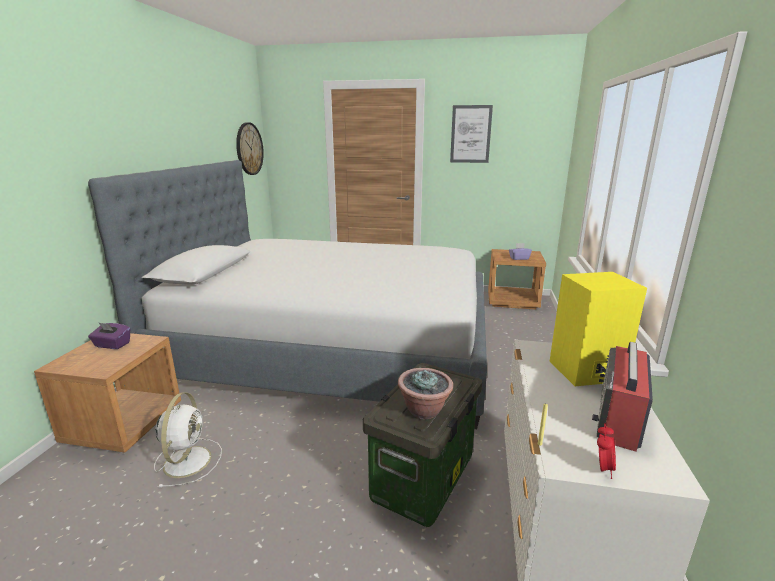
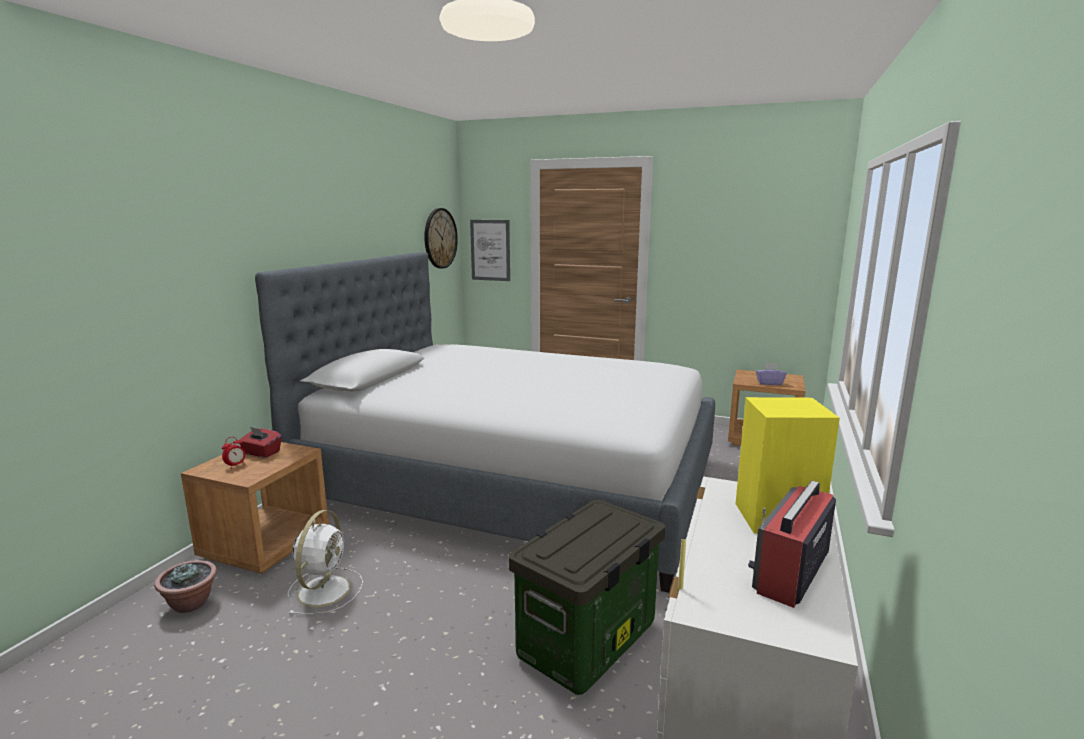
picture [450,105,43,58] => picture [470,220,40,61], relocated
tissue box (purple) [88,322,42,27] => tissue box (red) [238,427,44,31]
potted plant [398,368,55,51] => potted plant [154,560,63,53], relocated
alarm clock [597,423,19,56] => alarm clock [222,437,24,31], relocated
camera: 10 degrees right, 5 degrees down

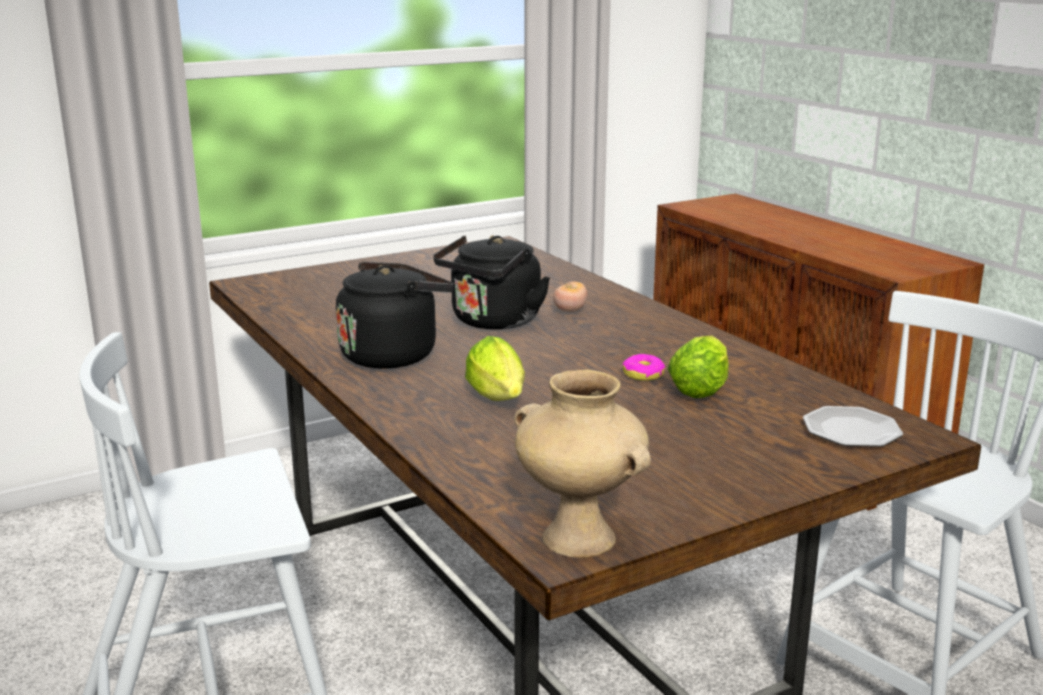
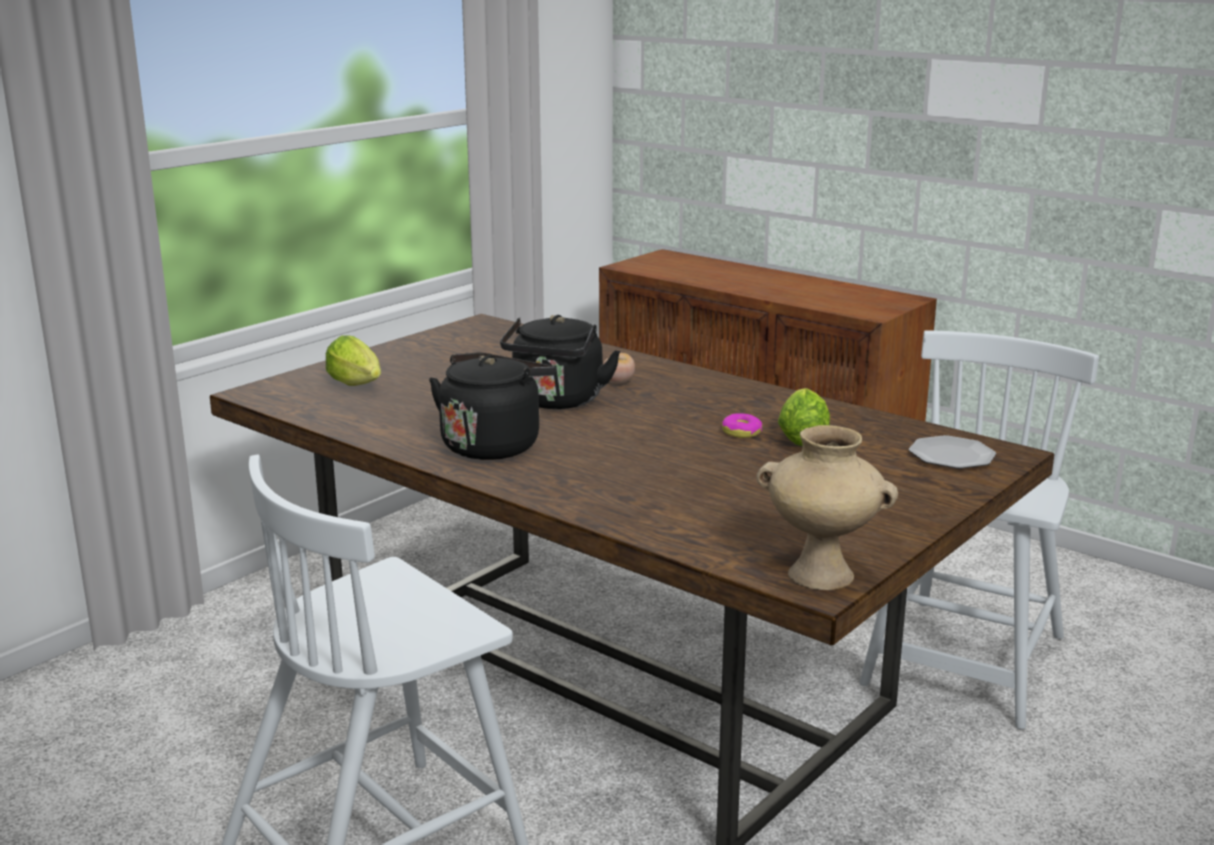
lettuce [465,336,60,65] => lettuce [326,335,55,51], relocated
camera: 20 degrees left, 0 degrees up

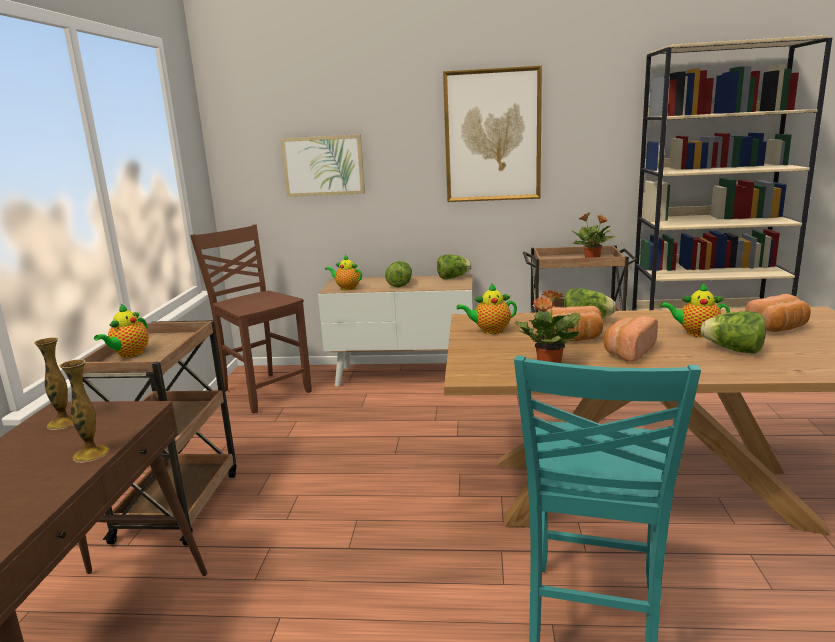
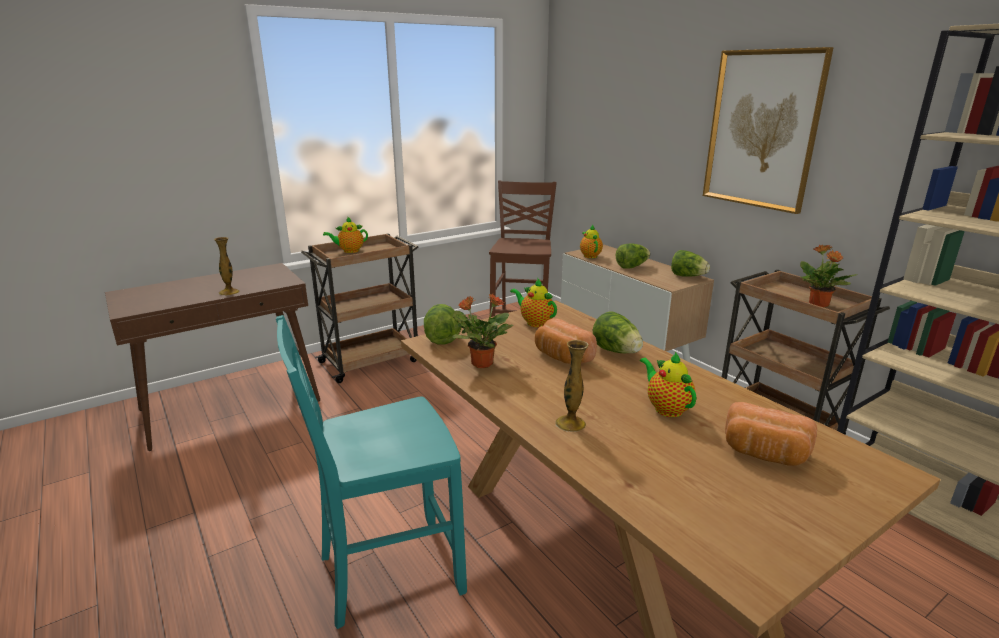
picture [281,134,84,63] => nothing
lettuce [701,311,65,43] => lettuce [424,304,37,41], relocated
bread [604,316,54,46] => nothing
vase [34,337,40,93] => vase [556,340,32,92], relocated
camera: 50 degrees right, 5 degrees up

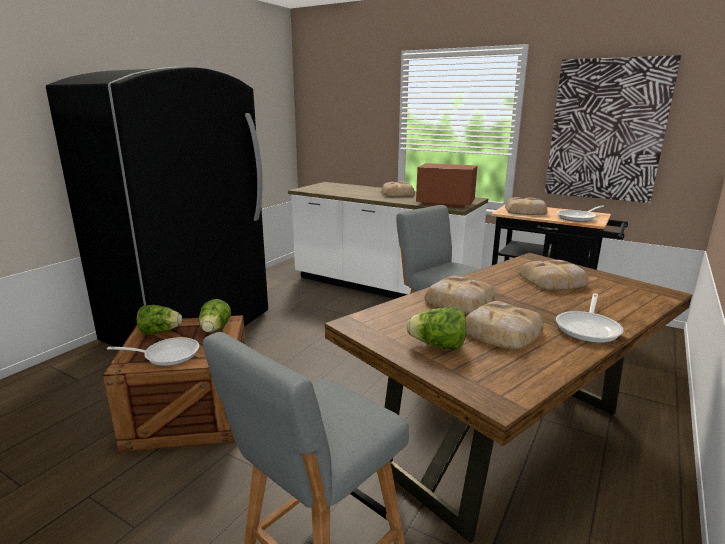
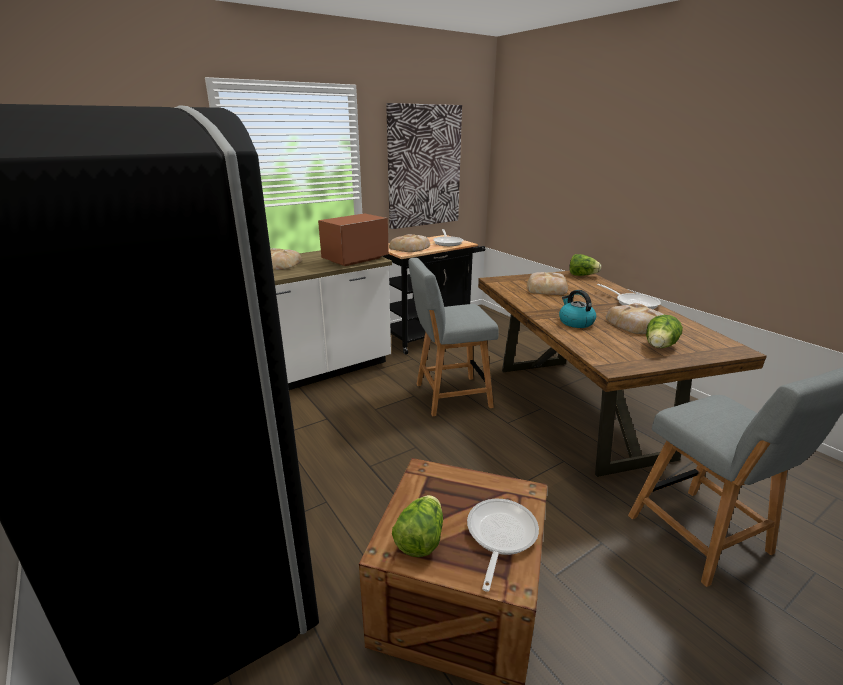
bread [425,276,70,38] => kettle [559,290,37,38]
lettuce [199,299,32,34] => lettuce [569,254,32,22], relocated
camera: 65 degrees left, 5 degrees up

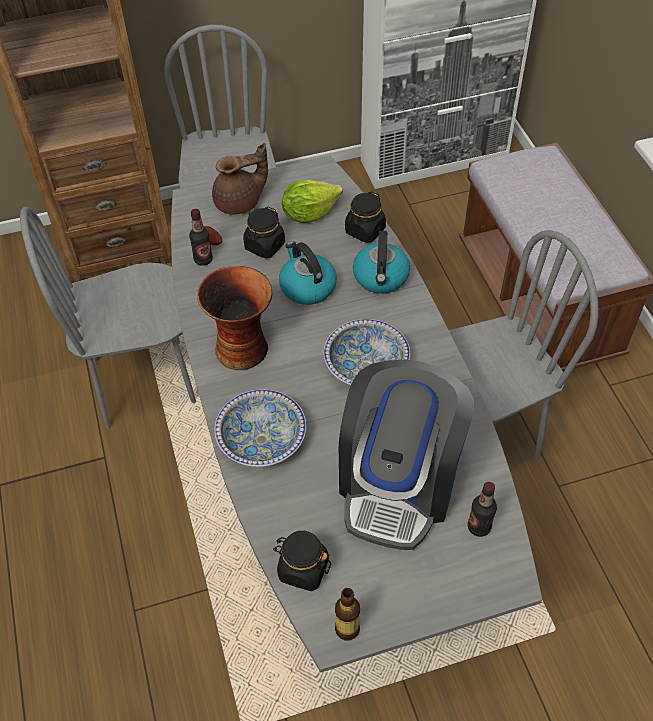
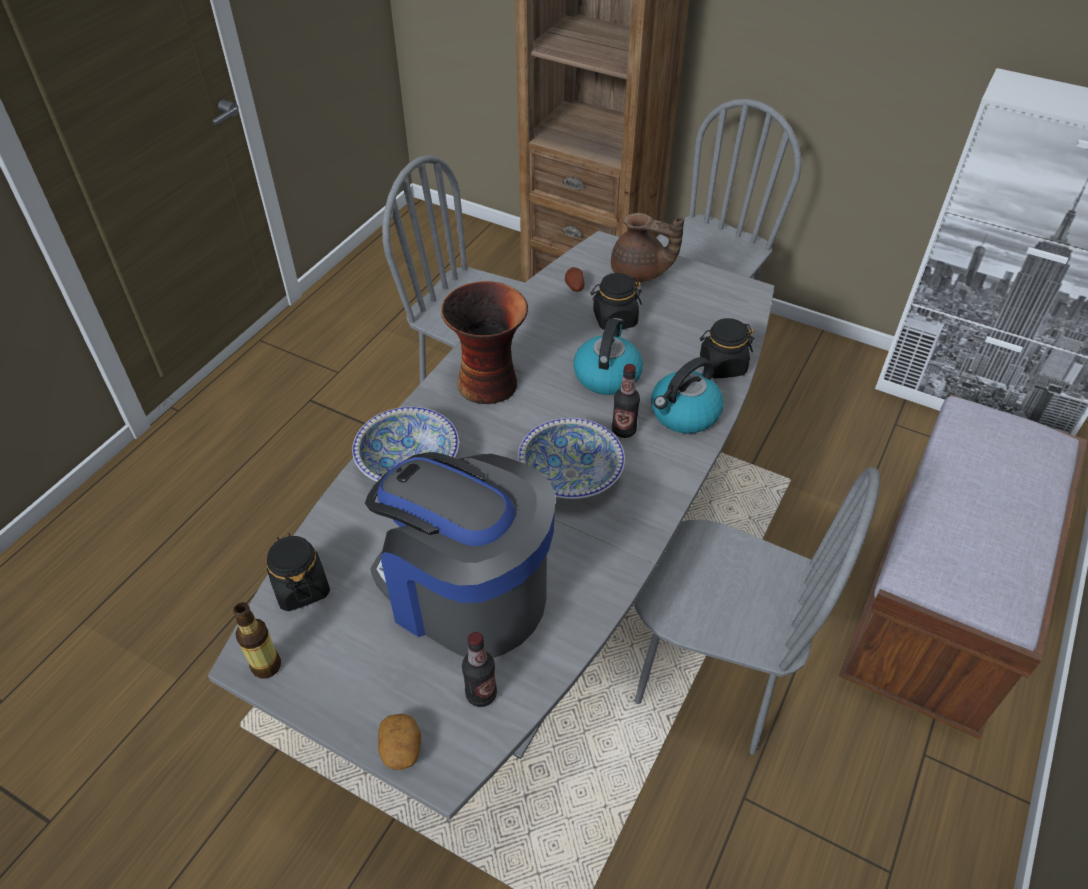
lettuce [282,180,61,43] => nothing
bottle [189,209,24,57] => bottle [612,364,28,74], relocated
coffee machine [339,360,135,190] => coffee machine [365,452,190,206], 60 degrees clockwise
nothing => potato [378,714,43,56]
camera: 45 degrees right, 5 degrees down

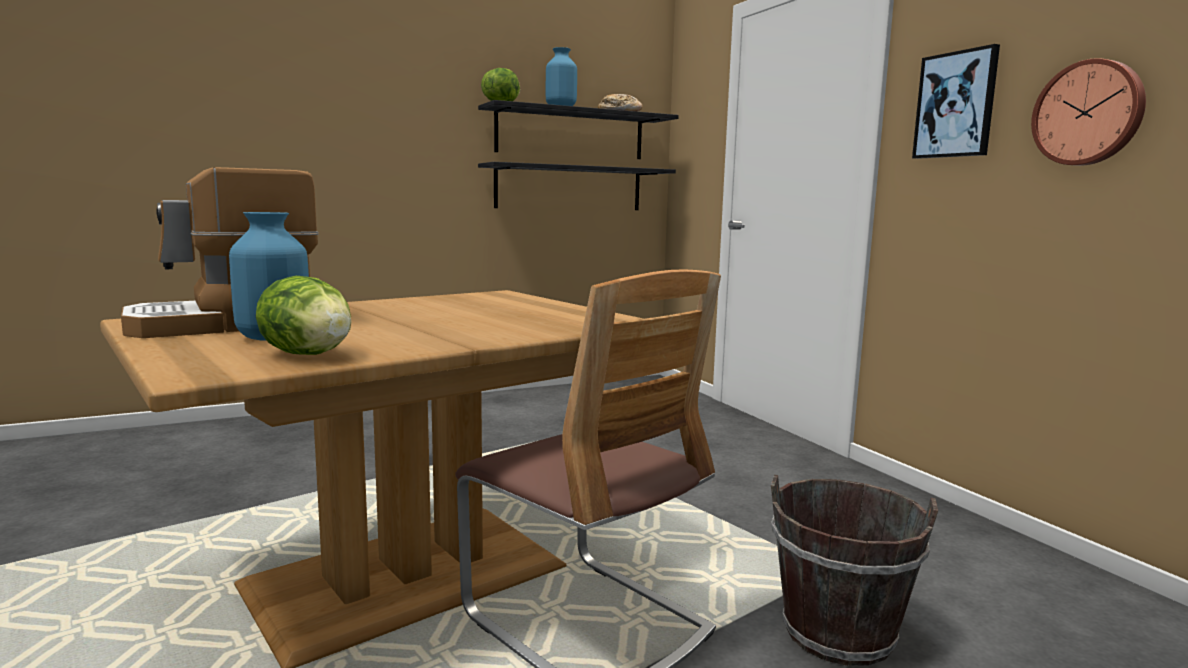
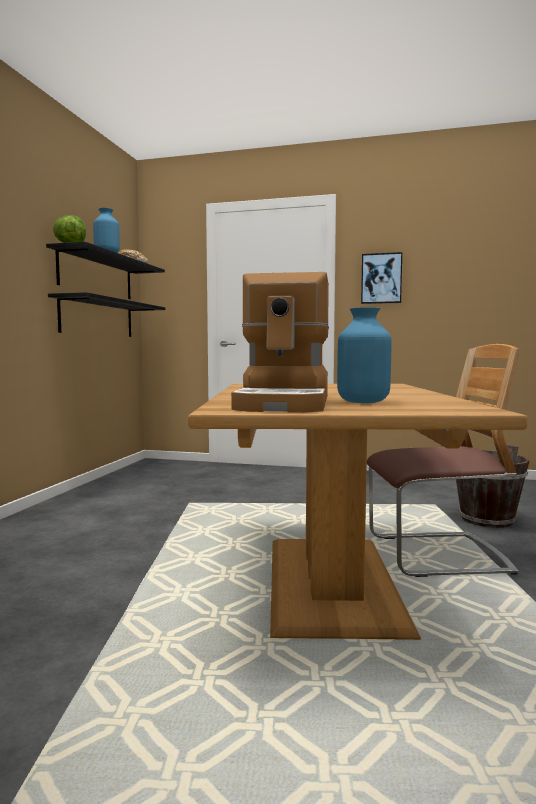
wall clock [1031,58,115,108] => nothing
lettuce [256,276,95,79] => nothing
camera: 50 degrees left, 5 degrees down

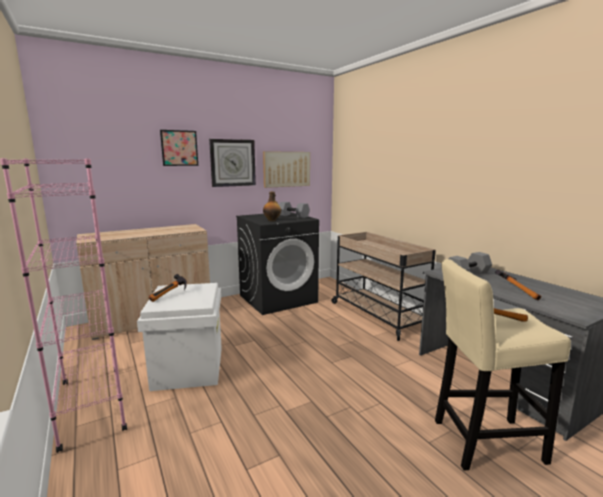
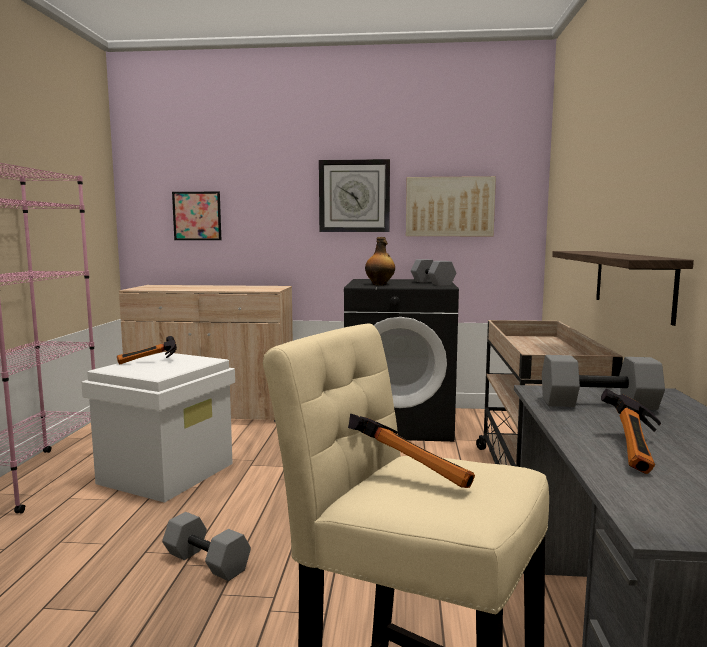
picture [160,130,38,36] => picture [172,192,49,48], relocated
nothing => shelf [552,251,142,75]
nothing => dumbbell (grey) [162,512,89,69]
camera: 35 degrees right, 5 degrees down

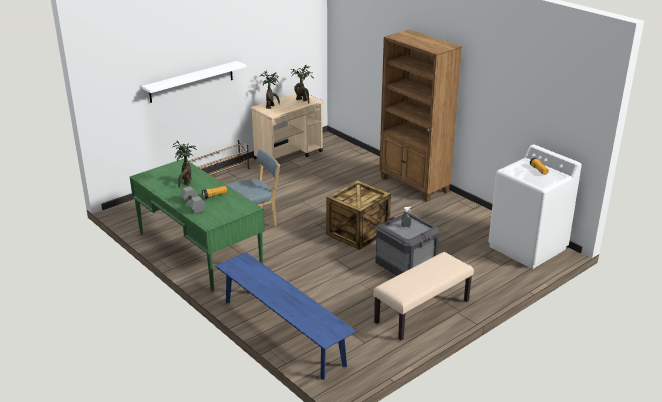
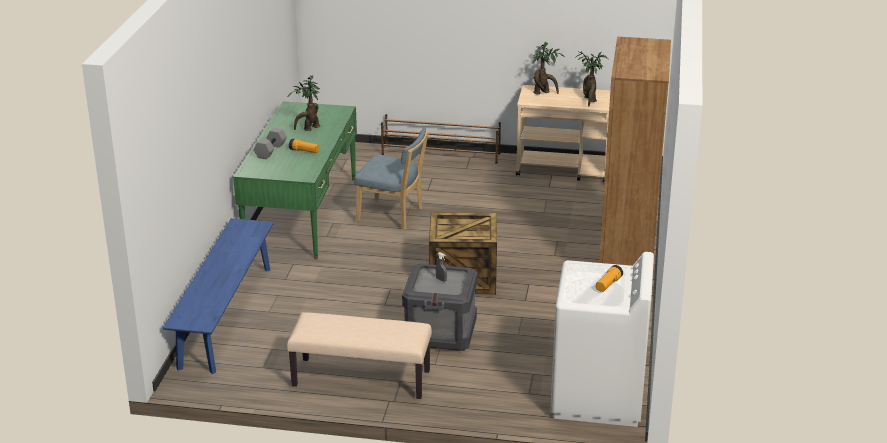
shelf (white) [142,61,104,42] => nothing
camera: 50 degrees right, 0 degrees up

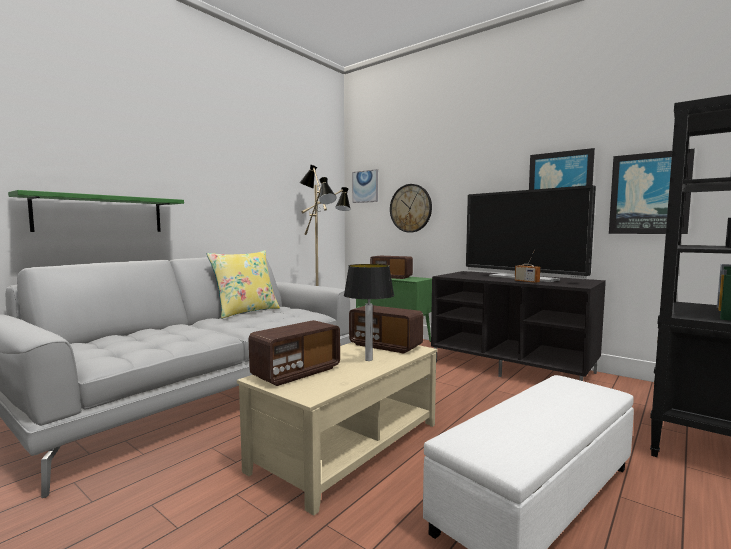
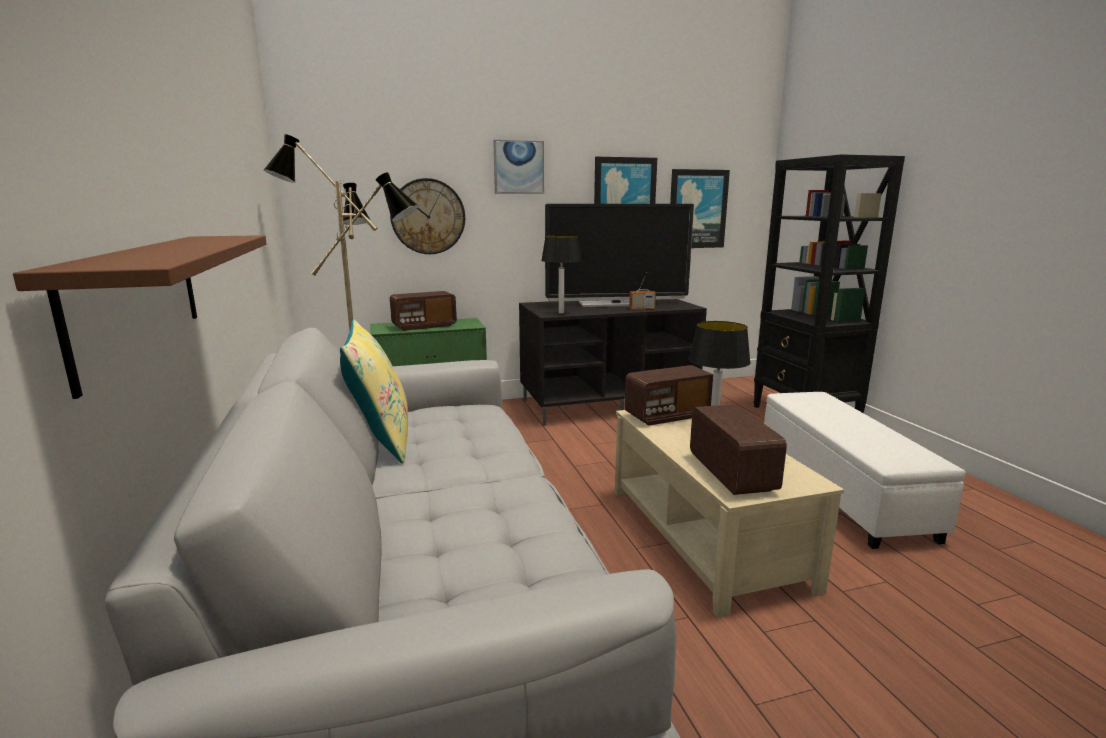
picture [352,169,26,34] => picture [493,140,51,54], relocated
shelf (green) [8,190,176,42] => shelf (brown) [13,235,254,164]
nothing => table lamp [541,235,41,79]
camera: 55 degrees left, 10 degrees up

